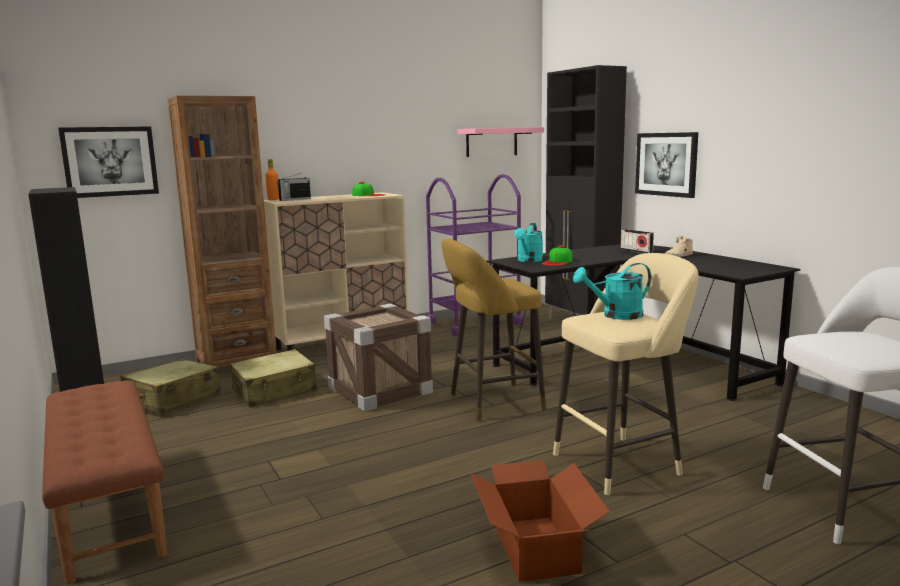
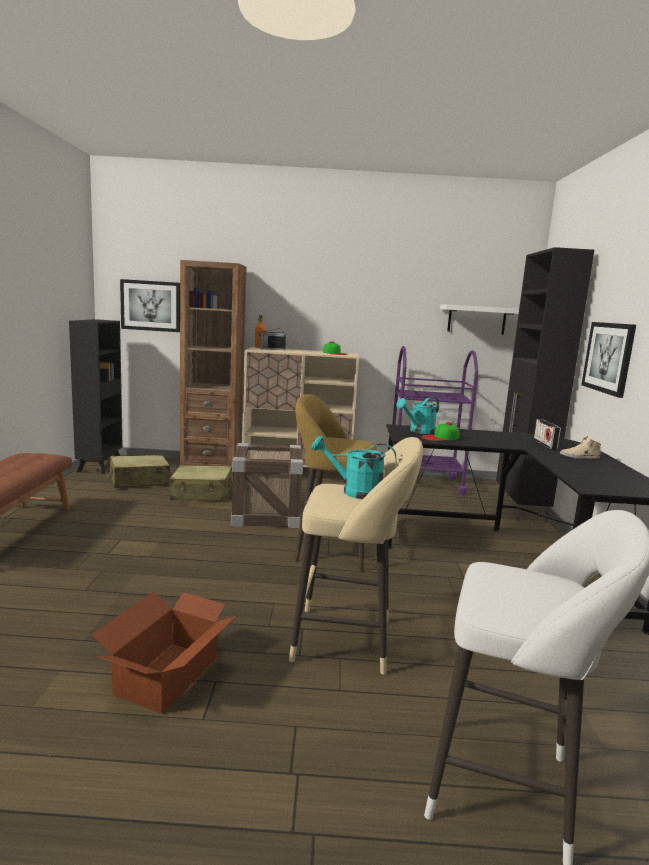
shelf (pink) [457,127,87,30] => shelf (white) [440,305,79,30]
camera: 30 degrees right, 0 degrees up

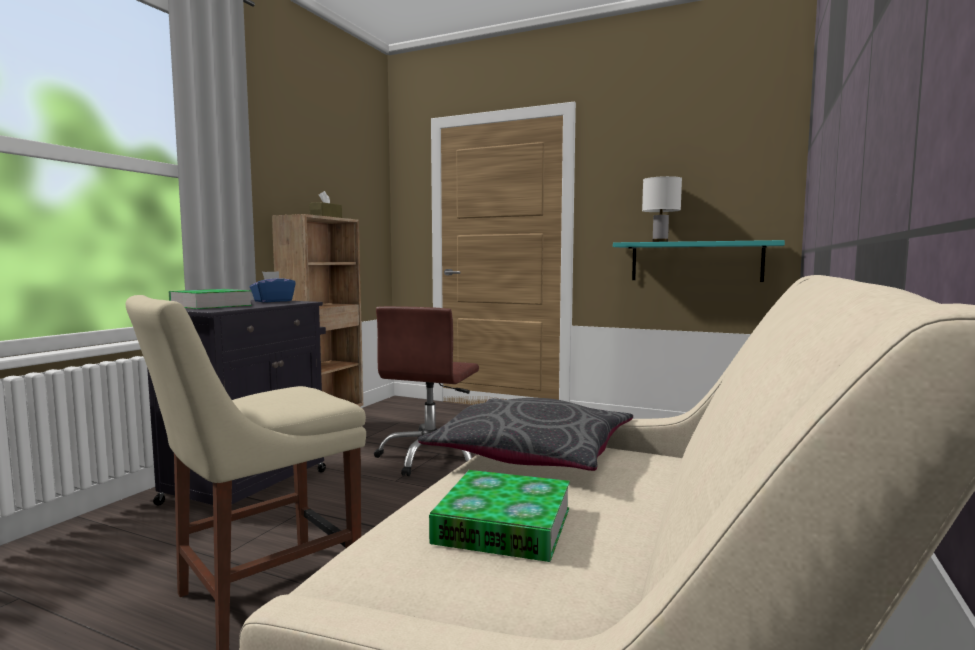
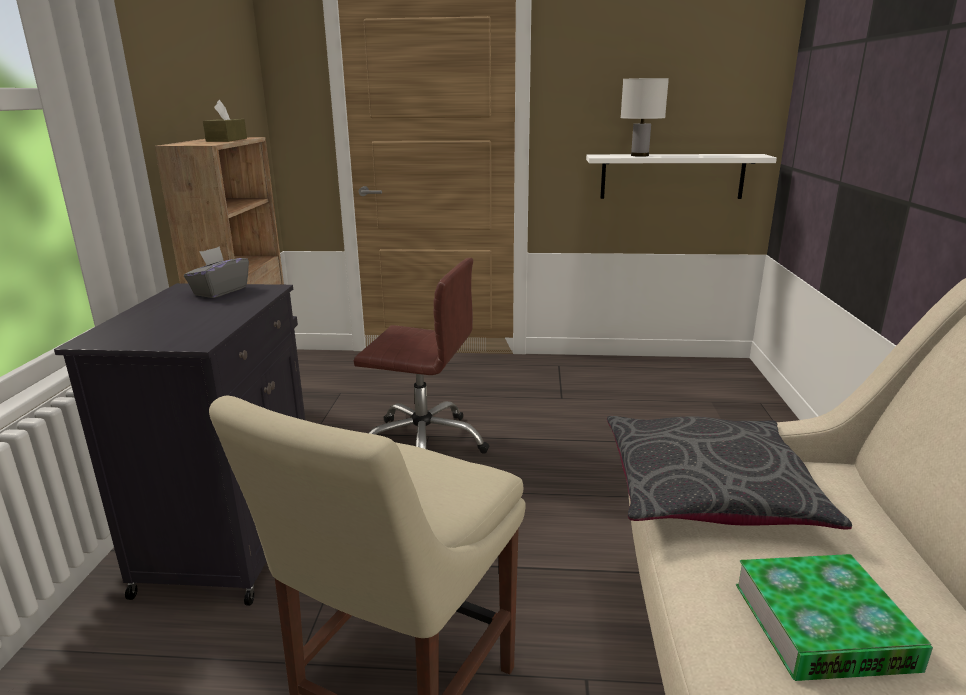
shelf (turquoise) [613,240,172,42] => shelf (white) [586,154,191,45]
tissue box (blue) [250,271,46,31] => tissue box (grey) [184,246,65,52]
book [169,289,83,20] => nothing
office chair (brown) [374,306,105,170] => office chair (brown) [354,258,135,196], 75 degrees counterclockwise
camera: 20 degrees left, 15 degrees up

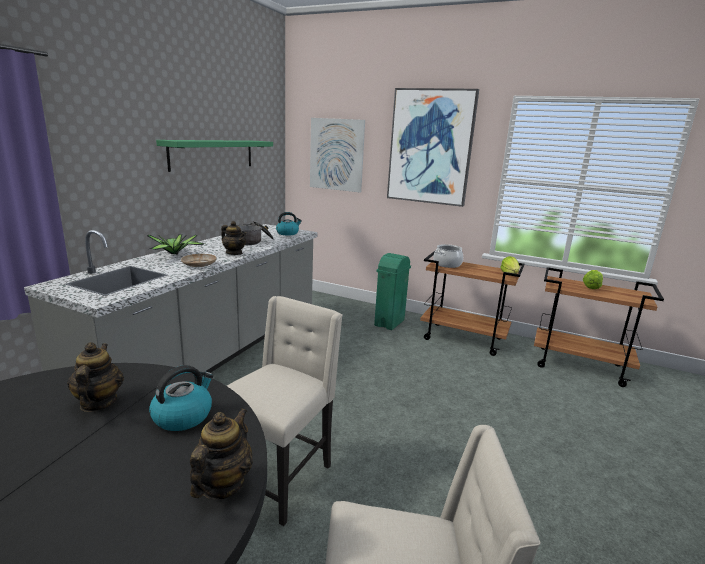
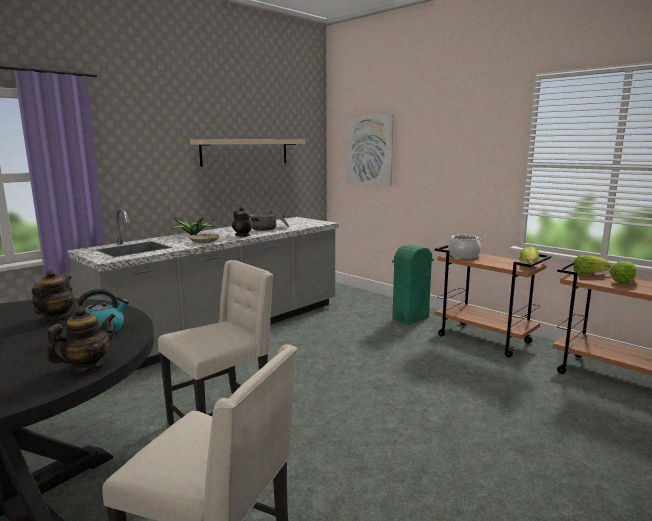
picture [387,88,92,119] => nothing
shelf (green) [156,140,117,32] => shelf (beige) [190,139,115,28]
kettle [276,212,26,23] => nothing
nothing => lettuce [573,255,38,20]
camera: 20 degrees right, 5 degrees down

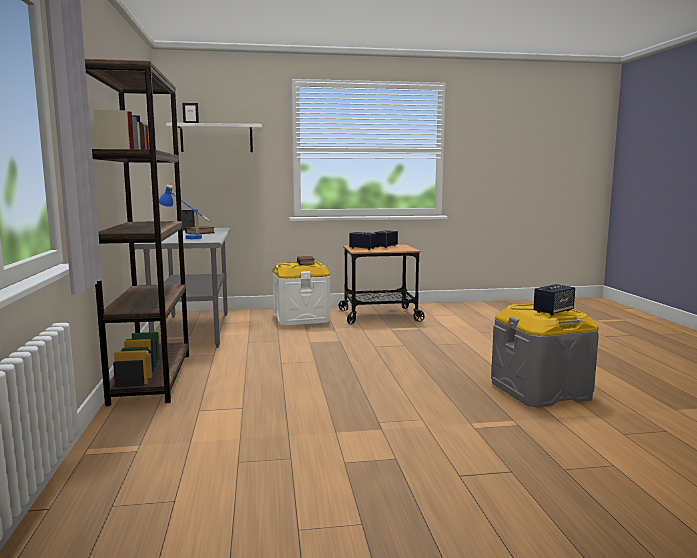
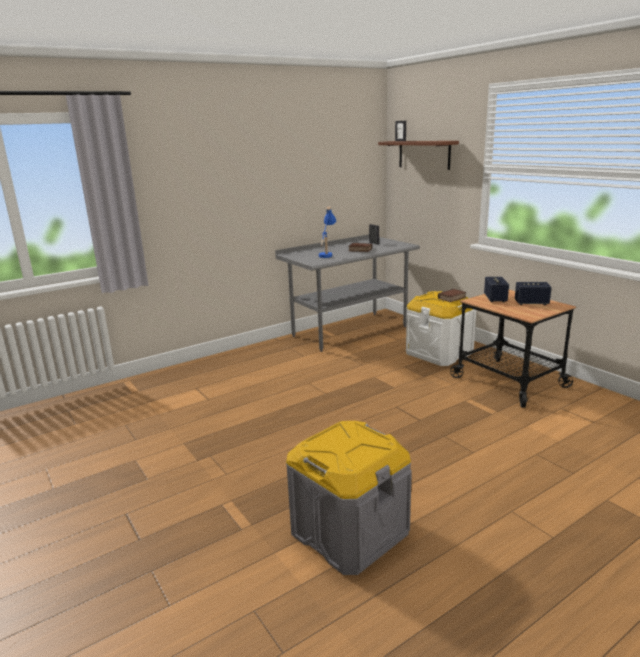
bookcase (brown) [85,59,104,347] => nothing
shelf (white) [166,123,96,29] => shelf (brown) [378,141,81,29]
speaker [533,284,42,31] => nothing
camera: 65 degrees right, 10 degrees up

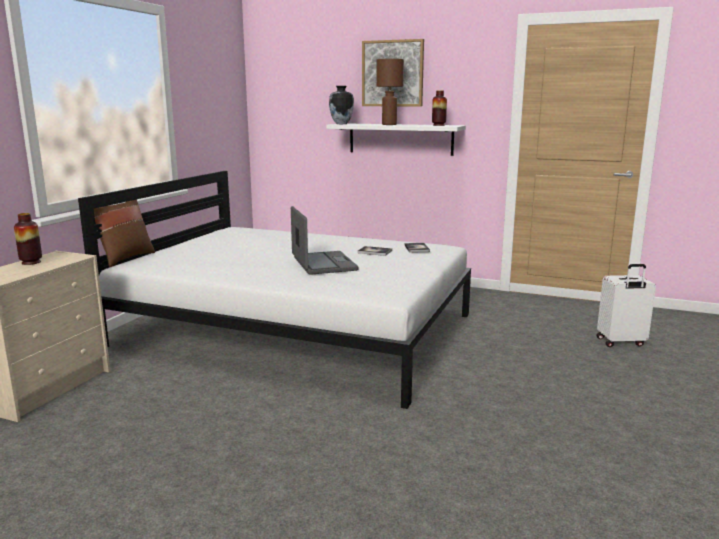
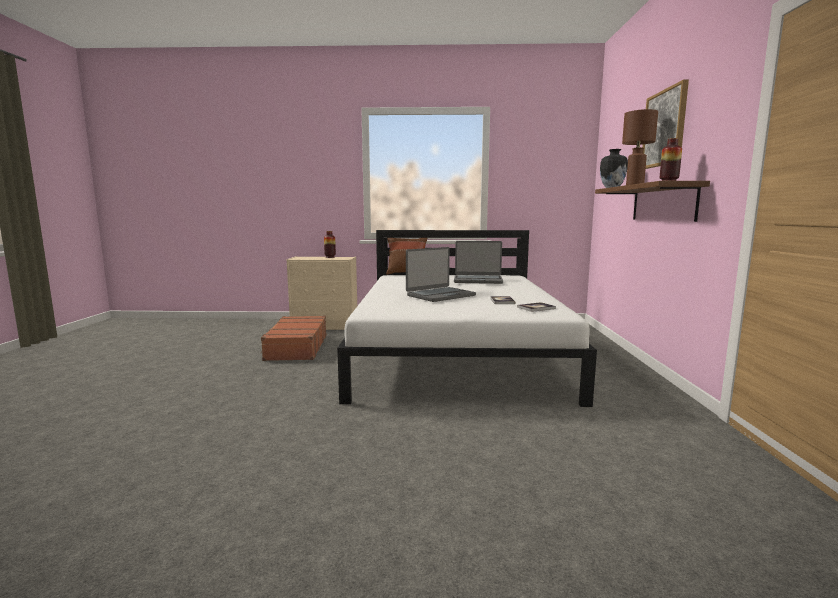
shelf (white) [326,124,140,32] => shelf (brown) [595,181,115,41]
suitcase (white) [596,264,60,83] => nothing
nothing => laptop [454,241,49,43]
nothing => suitcase (brown) [260,316,67,45]
camera: 70 degrees right, 5 degrees down

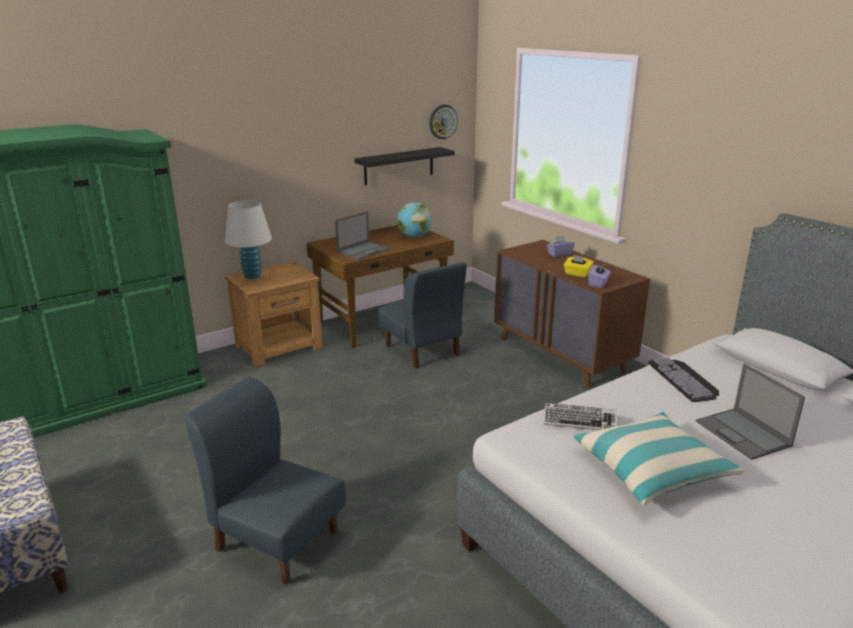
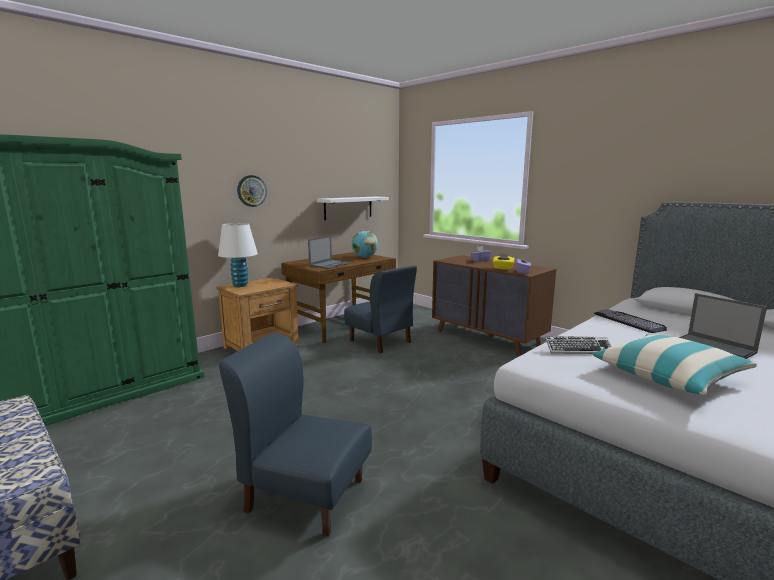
wall clock [429,105,29,34] => wall clock [237,175,30,32], relocated
shelf (black) [354,147,101,38] => shelf (white) [317,197,72,23]
camera: 10 degrees left, 10 degrees down

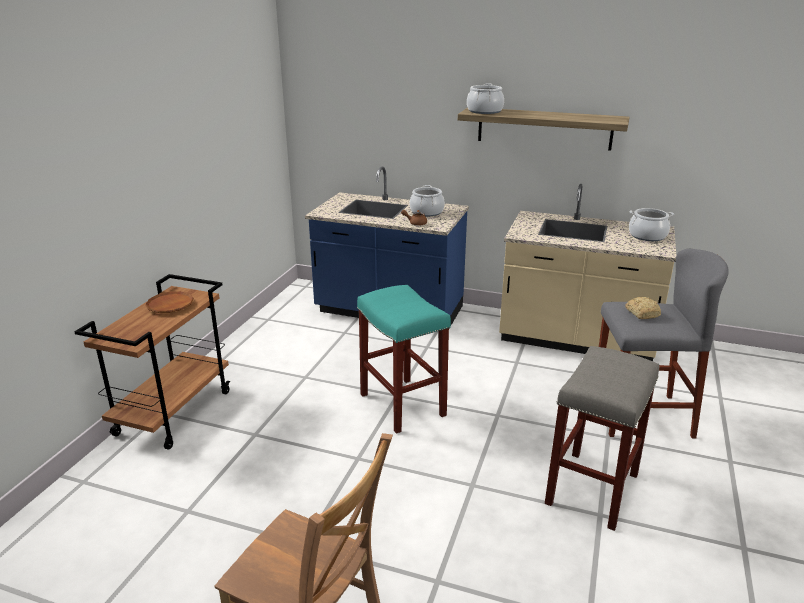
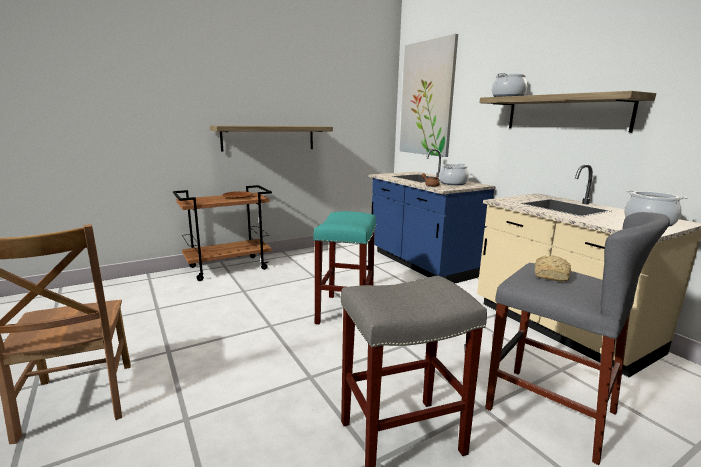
nothing => picture [400,34,58,123]
nothing => shelf [209,125,124,27]
camera: 40 degrees right, 10 degrees down

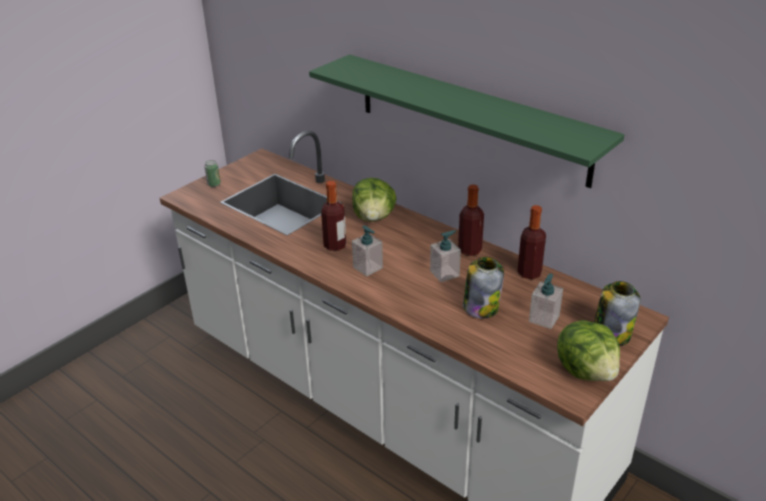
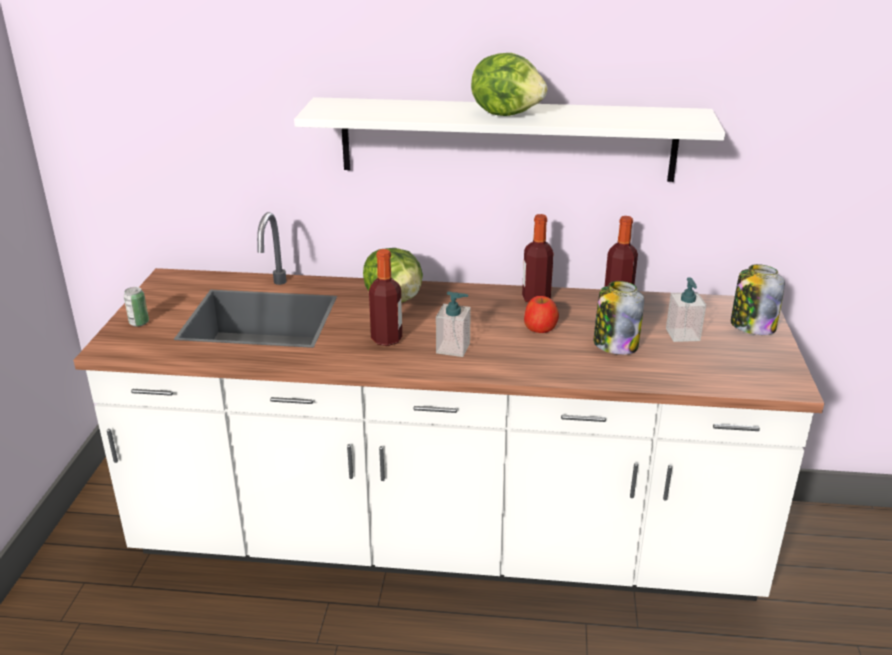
shelf (green) [309,54,316,134] => shelf (white) [294,97,431,85]
soap dispenser [430,230,31,52] => apple [524,296,35,37]
lettuce [557,320,63,61] => lettuce [471,53,76,63], relocated
camera: 35 degrees left, 5 degrees down

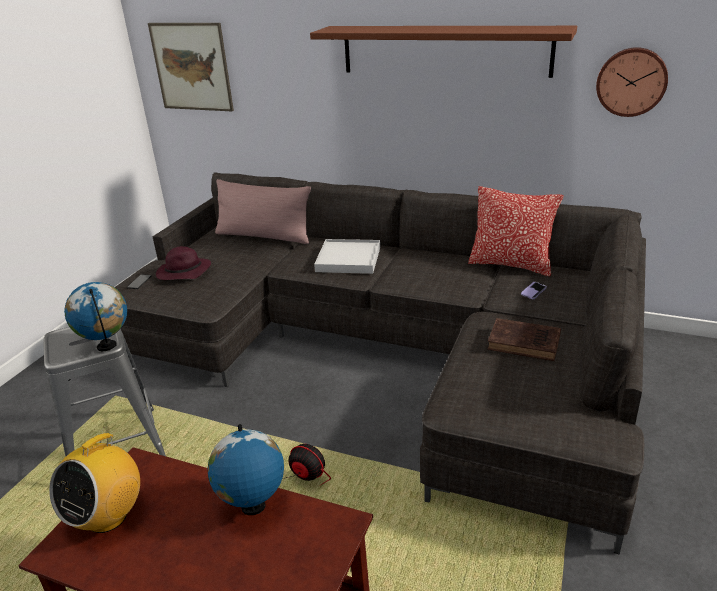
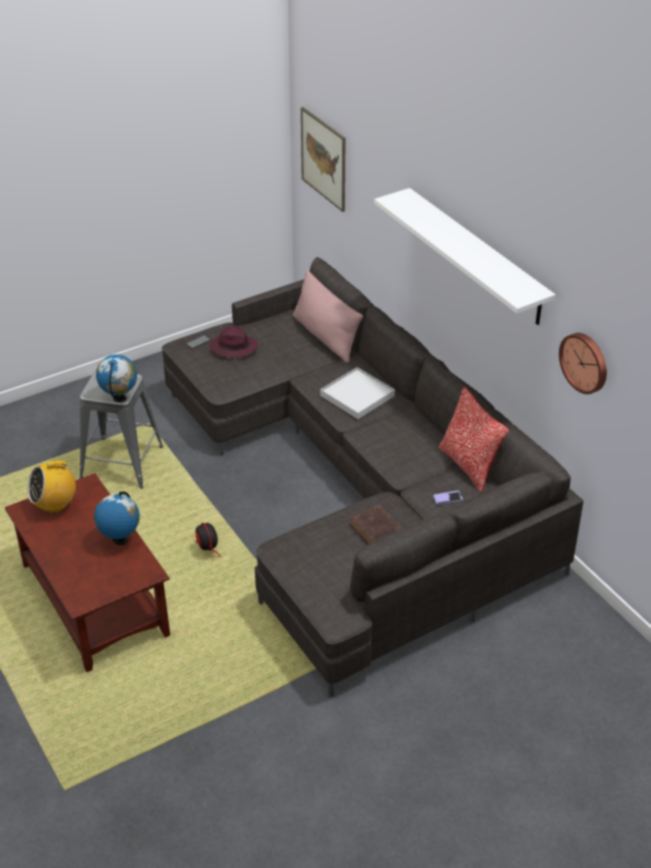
shelf (brown) [310,26,267,52] => shelf (white) [374,188,181,137]
camera: 35 degrees right, 10 degrees up

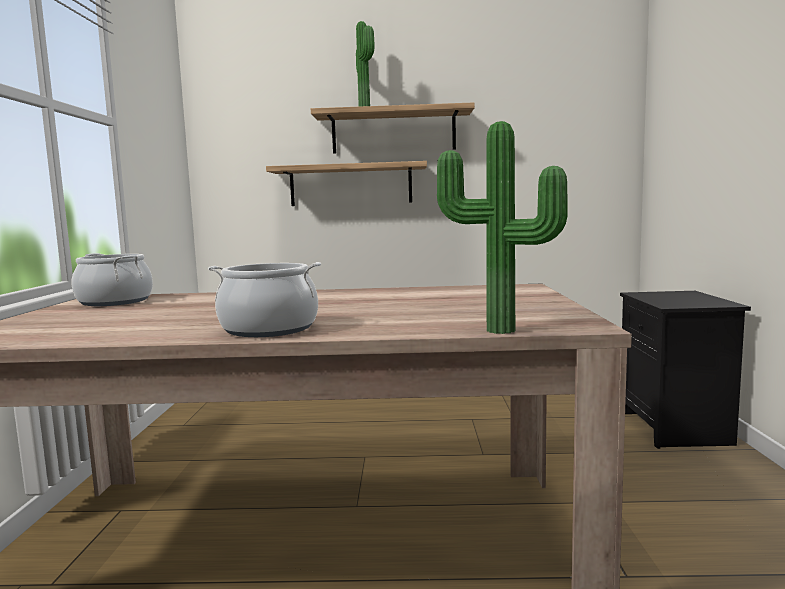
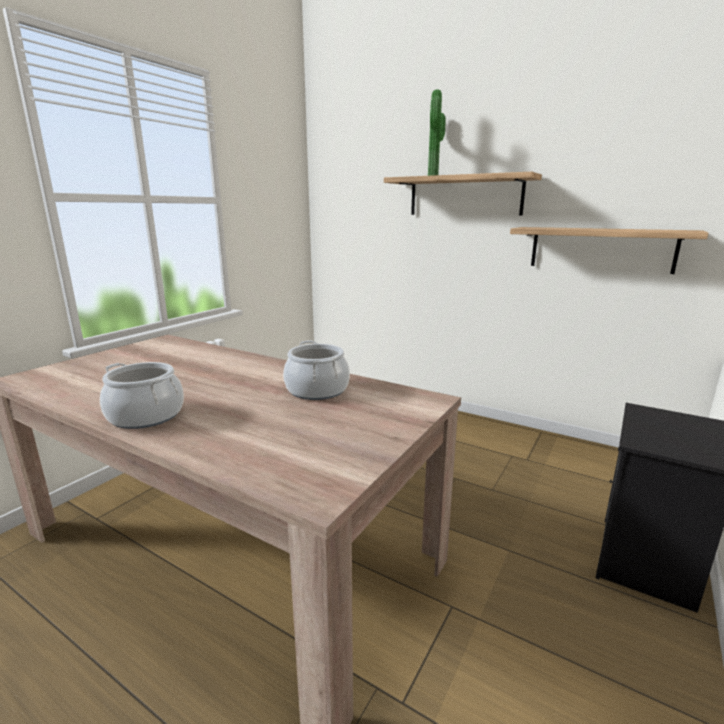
potted plant [437,121,131,213] => nothing
shelf [266,161,161,45] => shelf [510,227,198,47], relocated
cooking pot [72,253,81,53] => cooking pot [283,340,67,60], relocated
camera: 30 degrees right, 10 degrees up

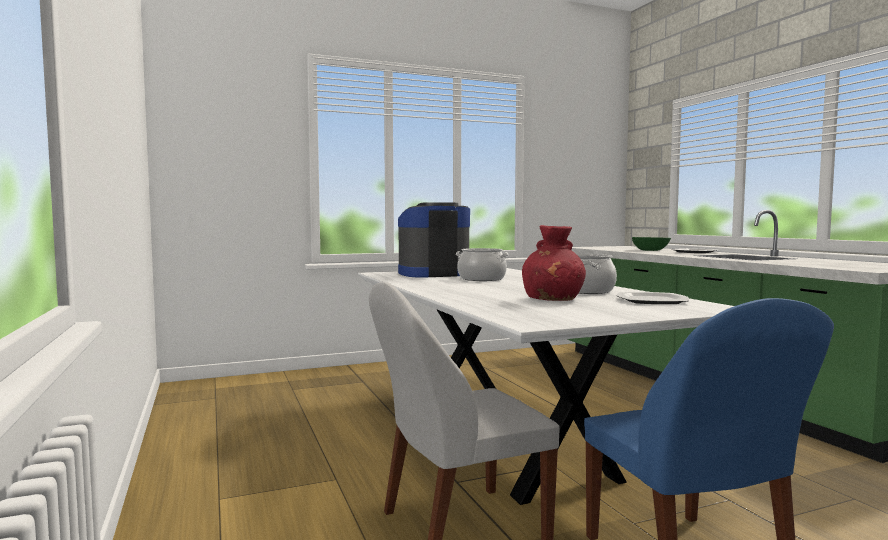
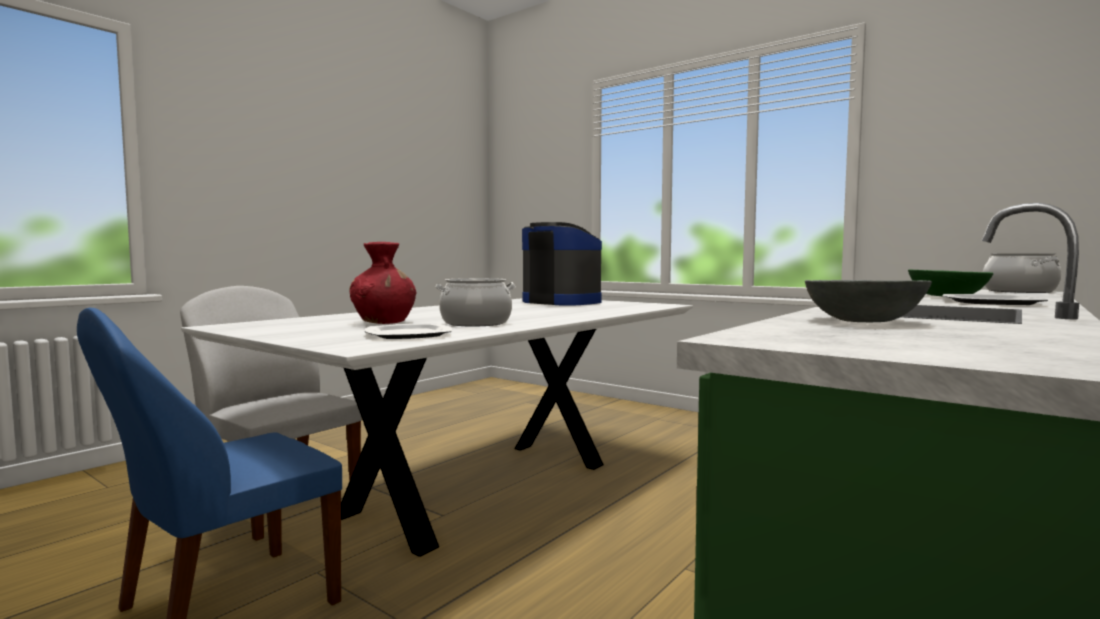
cooking pot [456,248,53,33] => cooking pot [983,253,79,40], relocated
nothing => bowl (grey) [805,280,127,42]
camera: 60 degrees right, 0 degrees up

